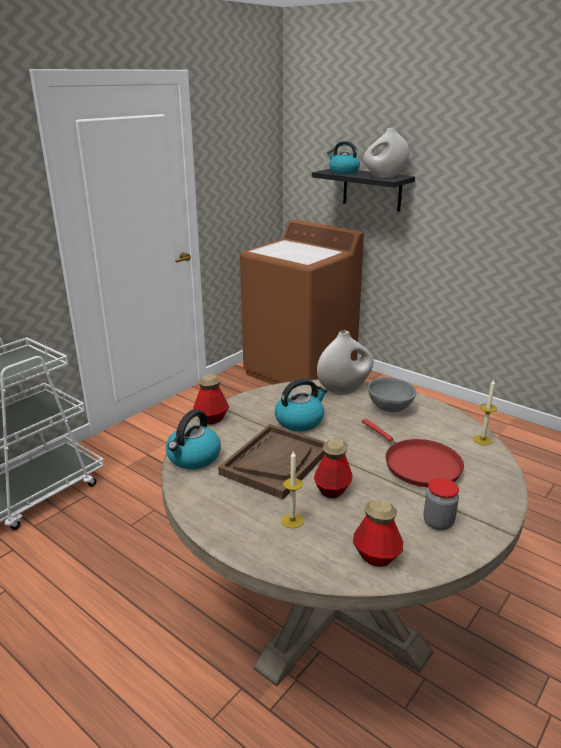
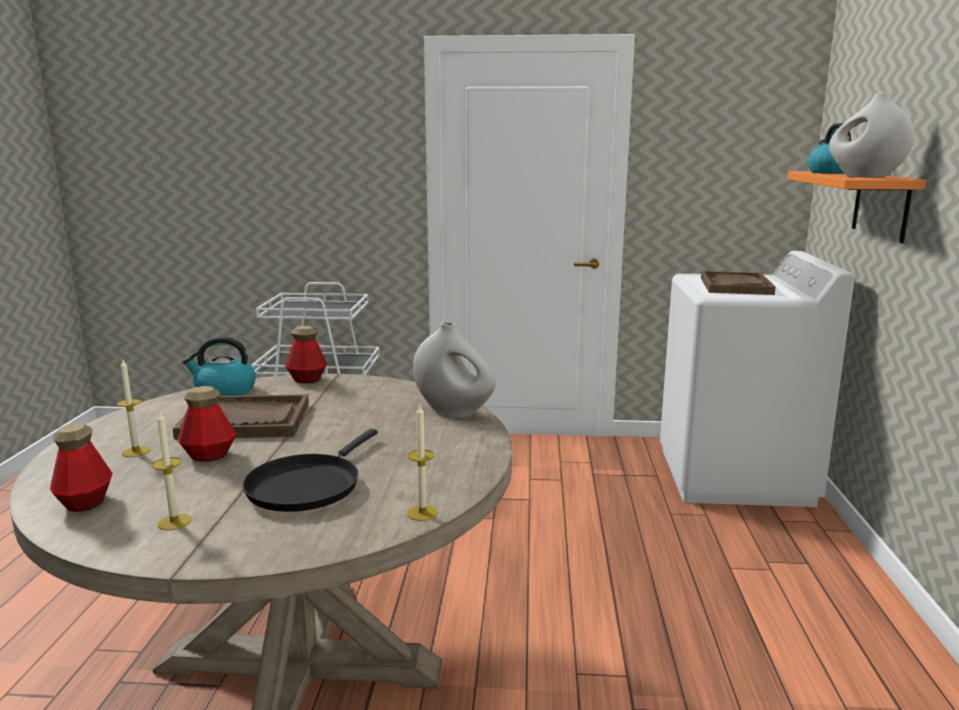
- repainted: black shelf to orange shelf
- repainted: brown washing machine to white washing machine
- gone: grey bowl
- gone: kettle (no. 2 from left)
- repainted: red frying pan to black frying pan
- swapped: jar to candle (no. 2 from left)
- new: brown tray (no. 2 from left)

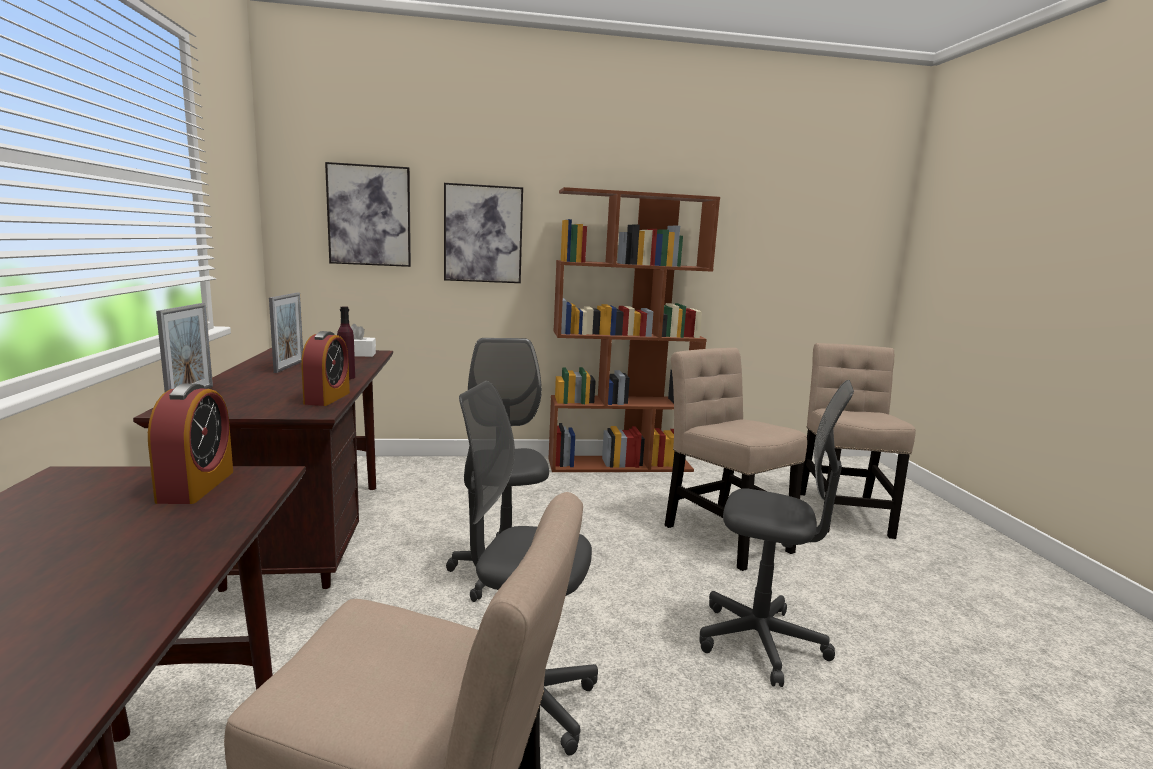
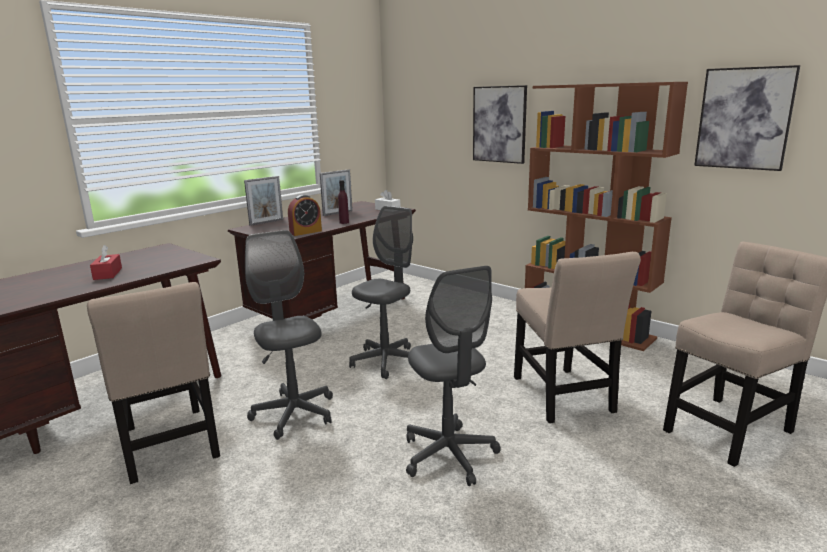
- shifted: picture (no. 1 from left in the first image) to picture (no. 2 from left)
- rotated: beige chair (no. 2 from left) 150 degrees clockwise
- gone: alarm clock (no. 1 from left)
- new: red tissue box

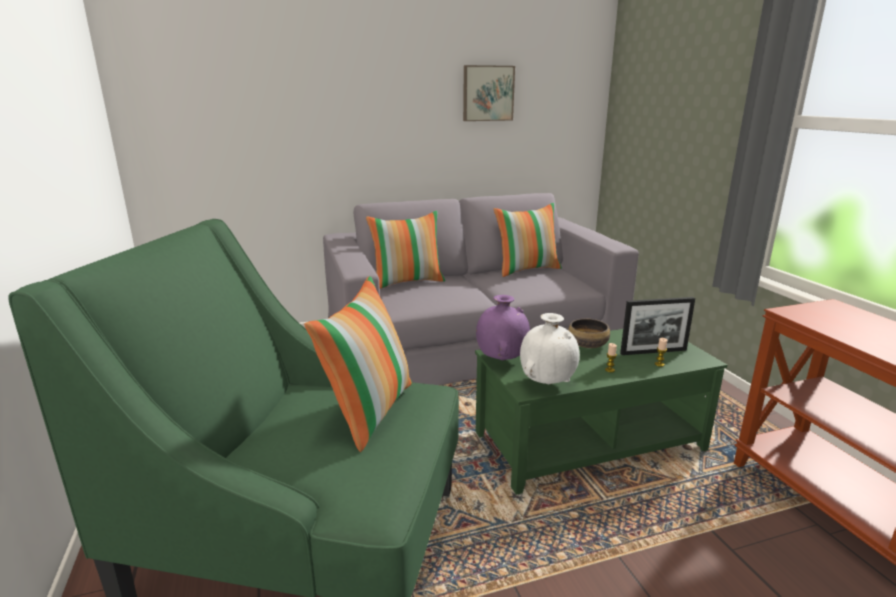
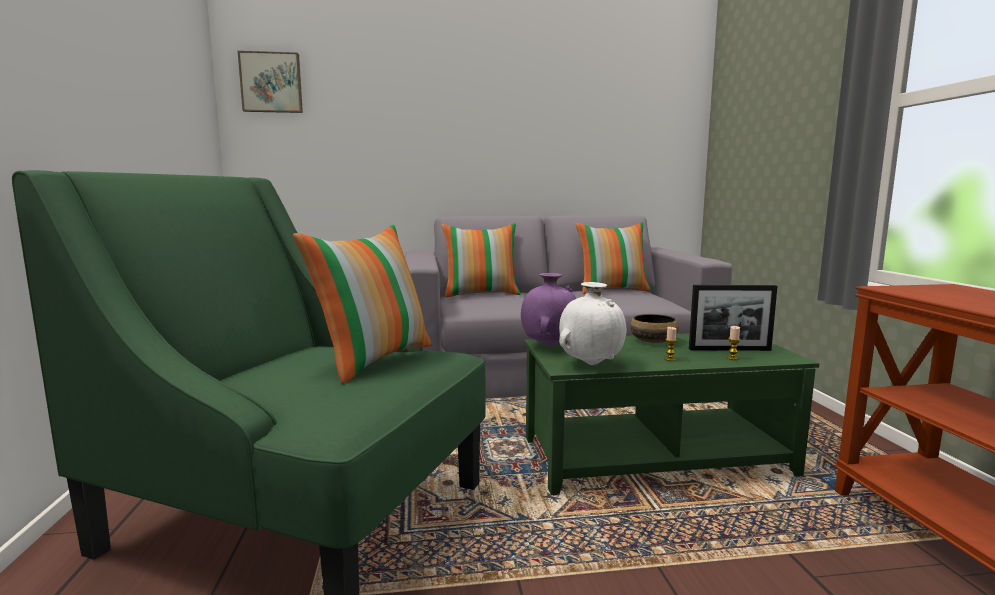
- shifted: picture

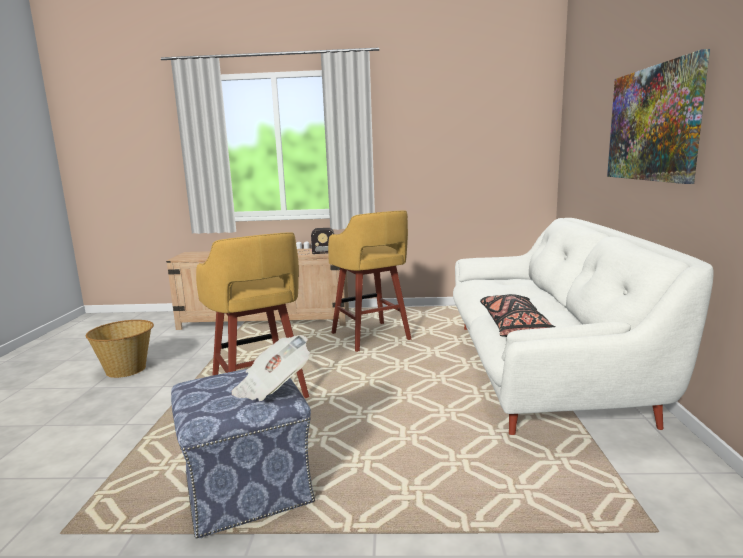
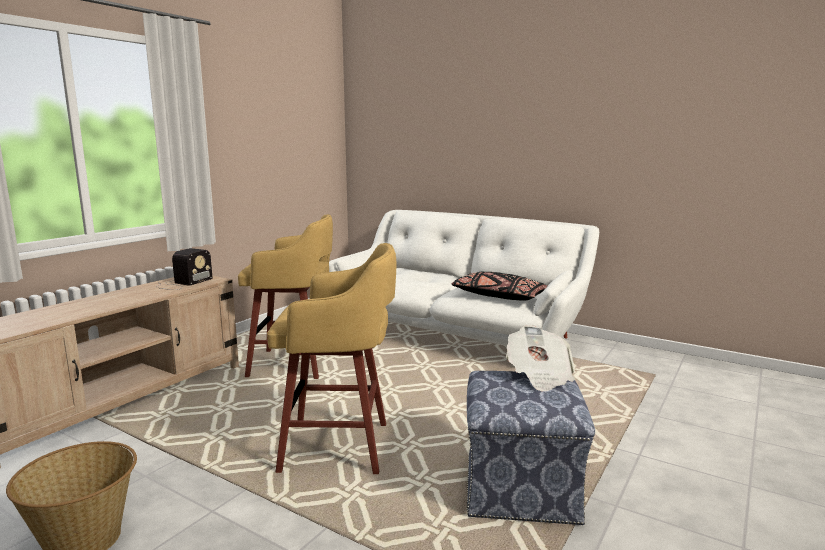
- gone: picture

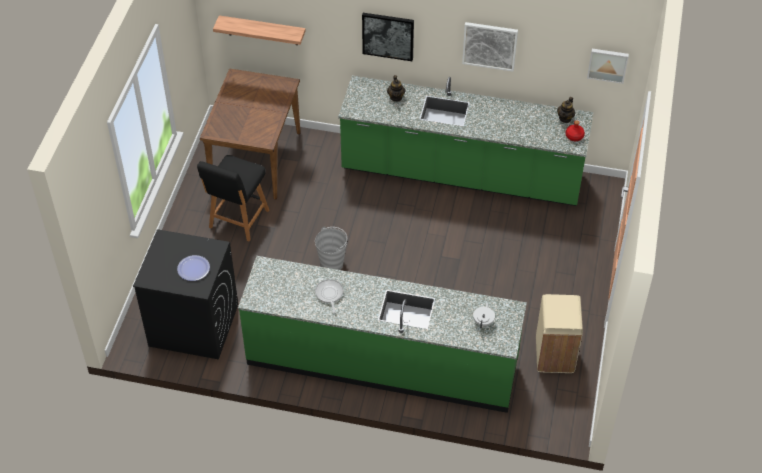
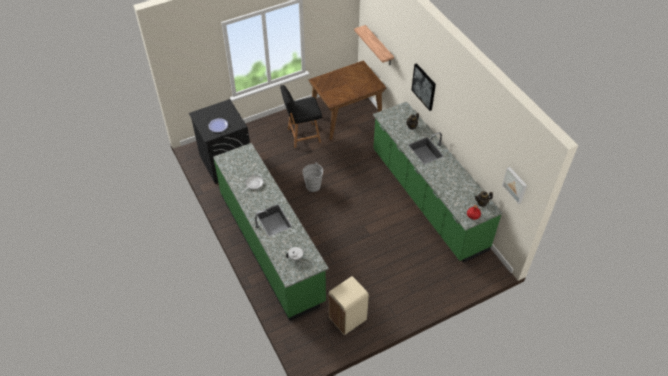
- gone: picture (no. 2 from left)

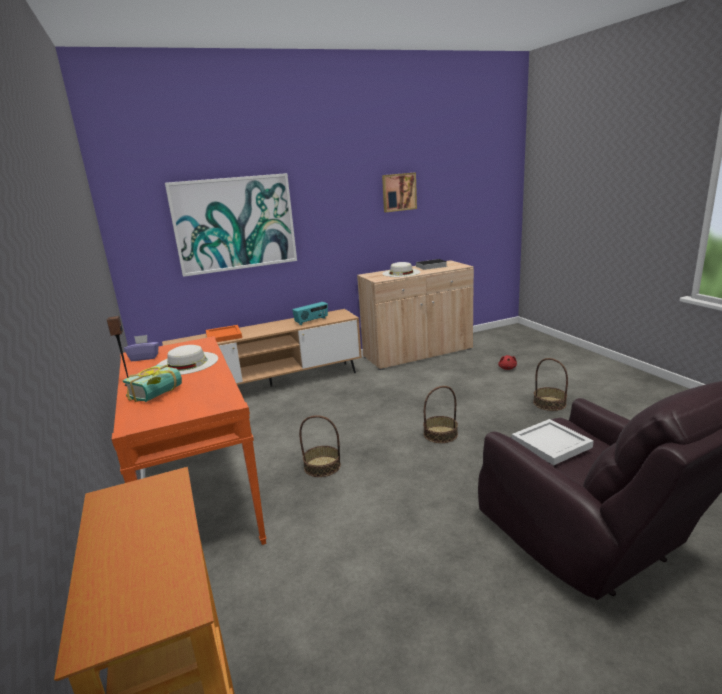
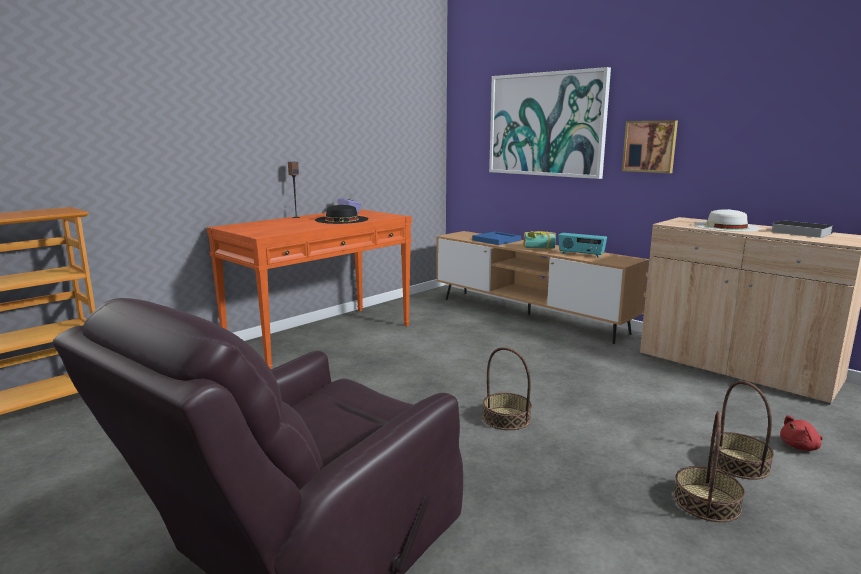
- shifted: picture (no. 2 from left)
- repainted: orange tray to blue tray
- repainted: white hat (no. 1 from left) to black hat
- shifted: book (no. 1 from left)
- shifted: basket (no. 1 from left in the first image) to basket (no. 3 from left)
- gone: white tray

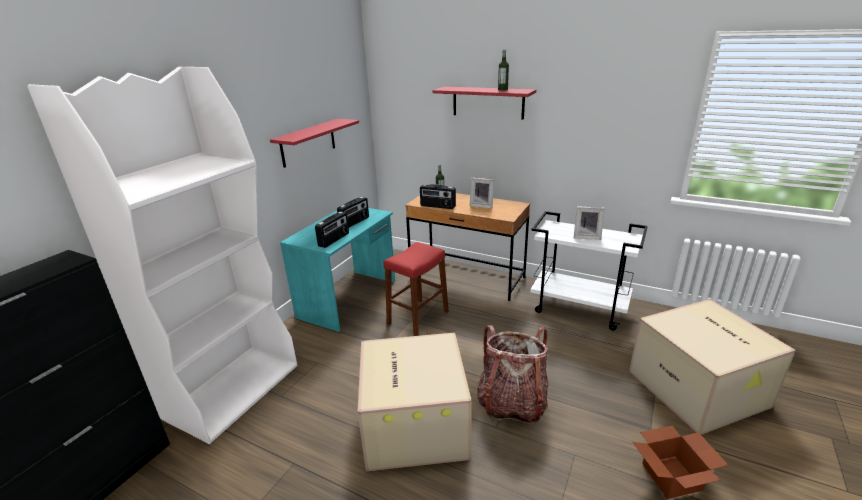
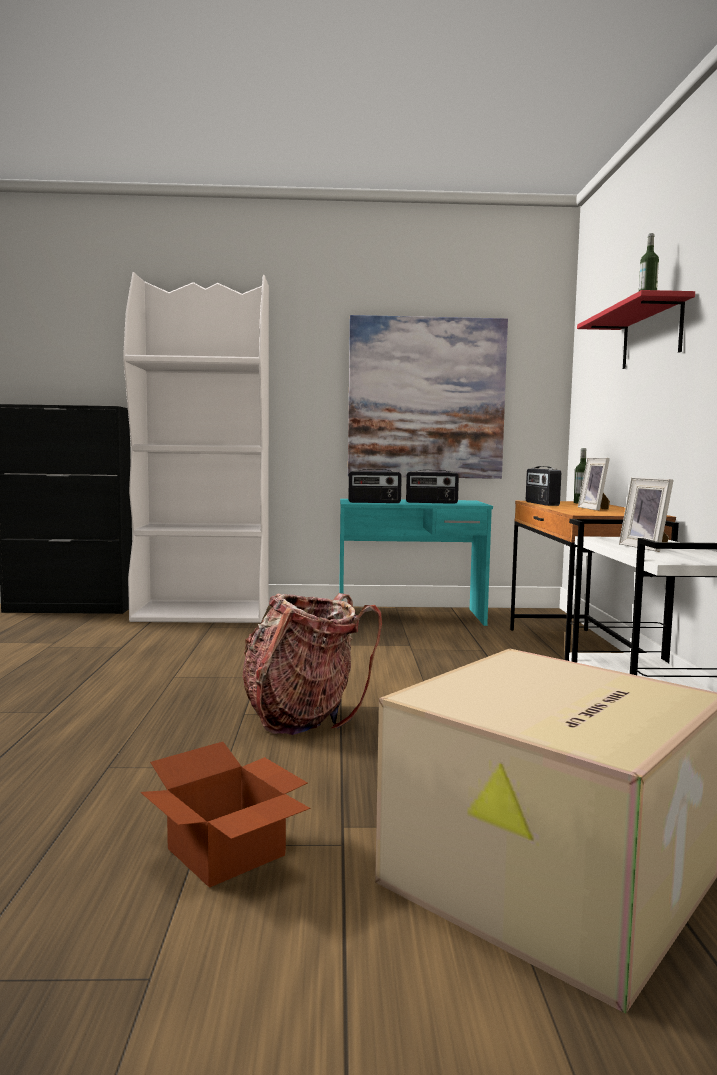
- swapped: red shelf (no. 1 from left) to picture
- gone: red stool
- gone: cardboard box (no. 1 from left)

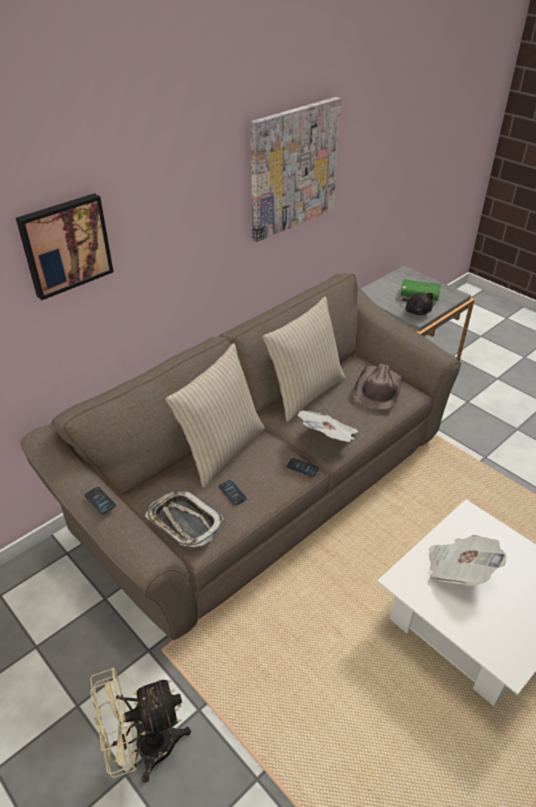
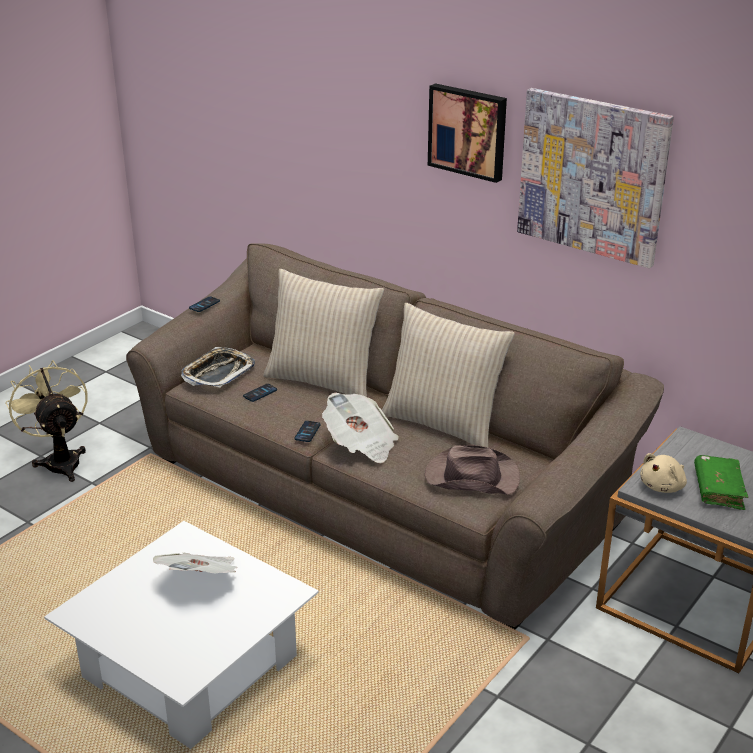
- shifted: picture (no. 1 from left)
- repainted: black plush toy to beige plush toy

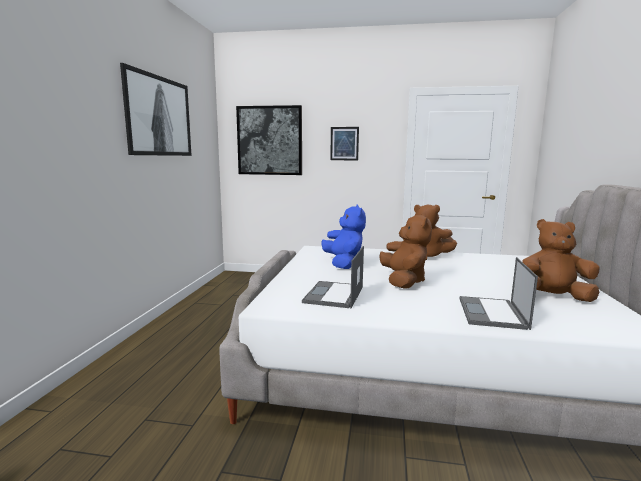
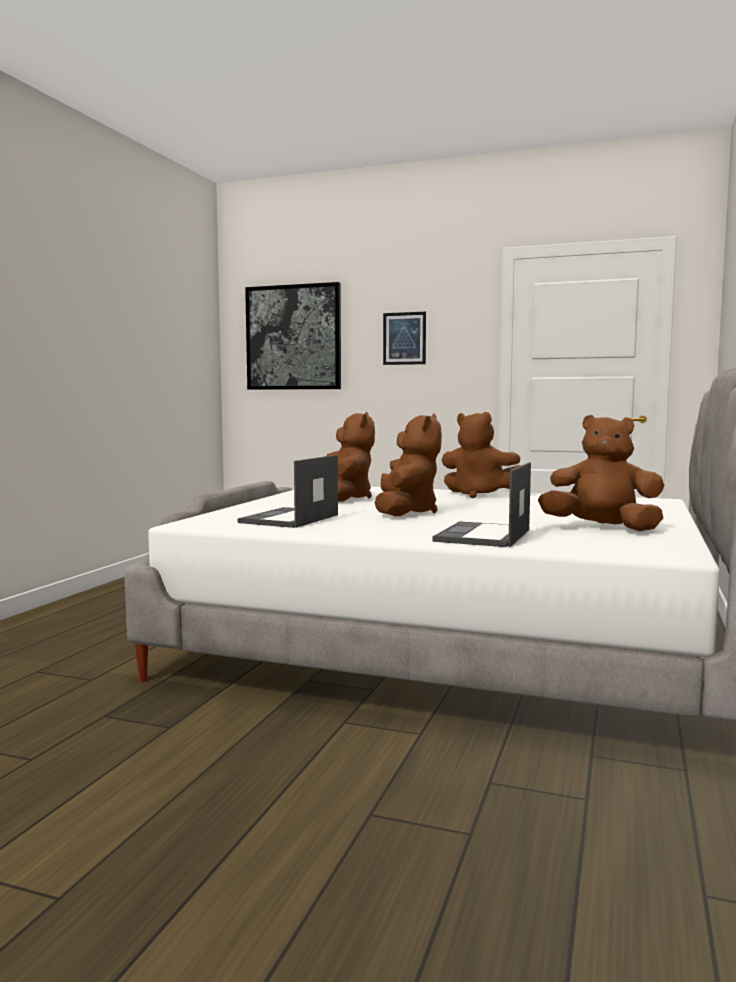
- gone: picture (no. 1 from left)
- repainted: blue plush toy to brown plush toy (no. 1 from left)

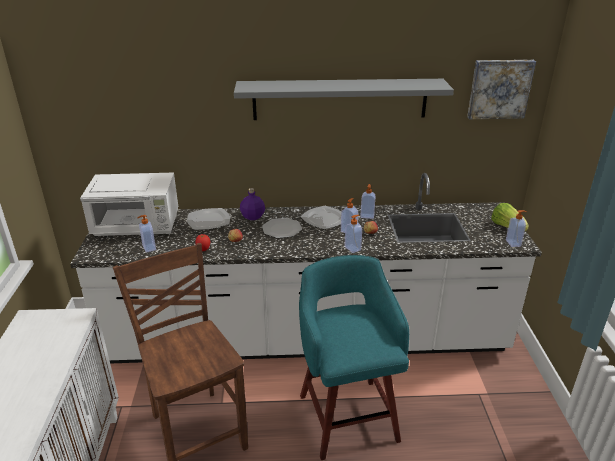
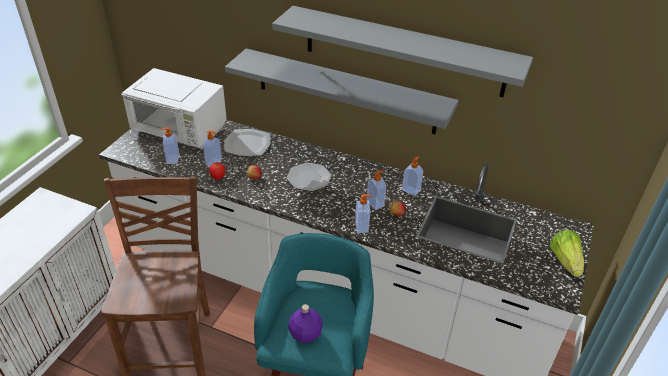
- gone: picture
- shifted: purple bottle
- gone: plate (no. 3 from left)
- shifted: soap dispenser (no. 5 from left in the first image) to soap dispenser (no. 2 from left)
- new: grey shelf (no. 1 from left)

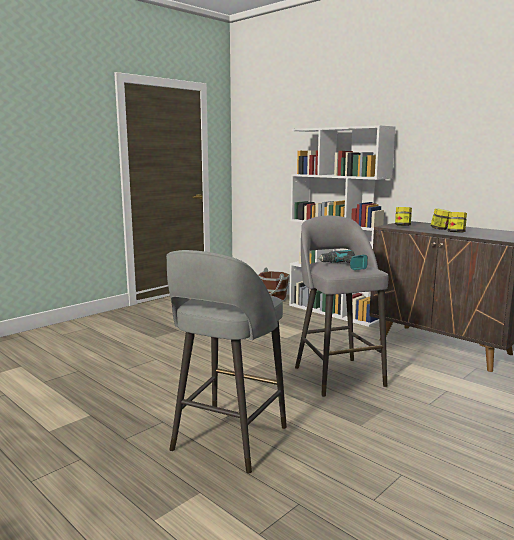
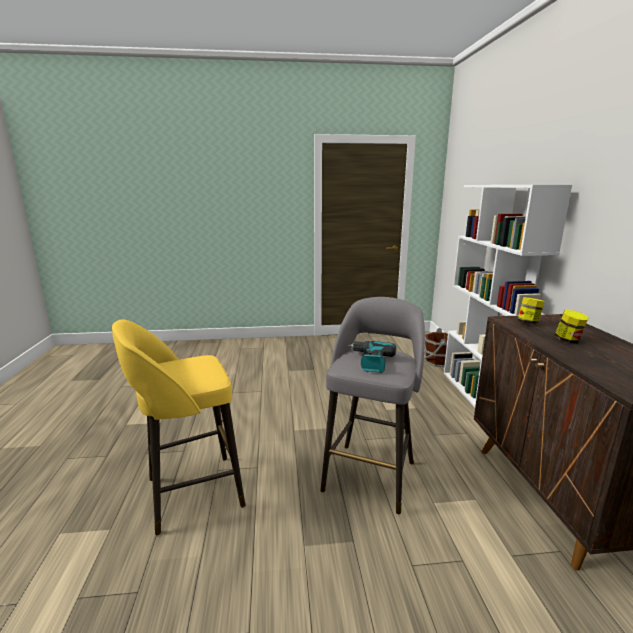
- gone: jar (no. 3 from left)
- repainted: grey stool (no. 1 from left) to yellow stool

